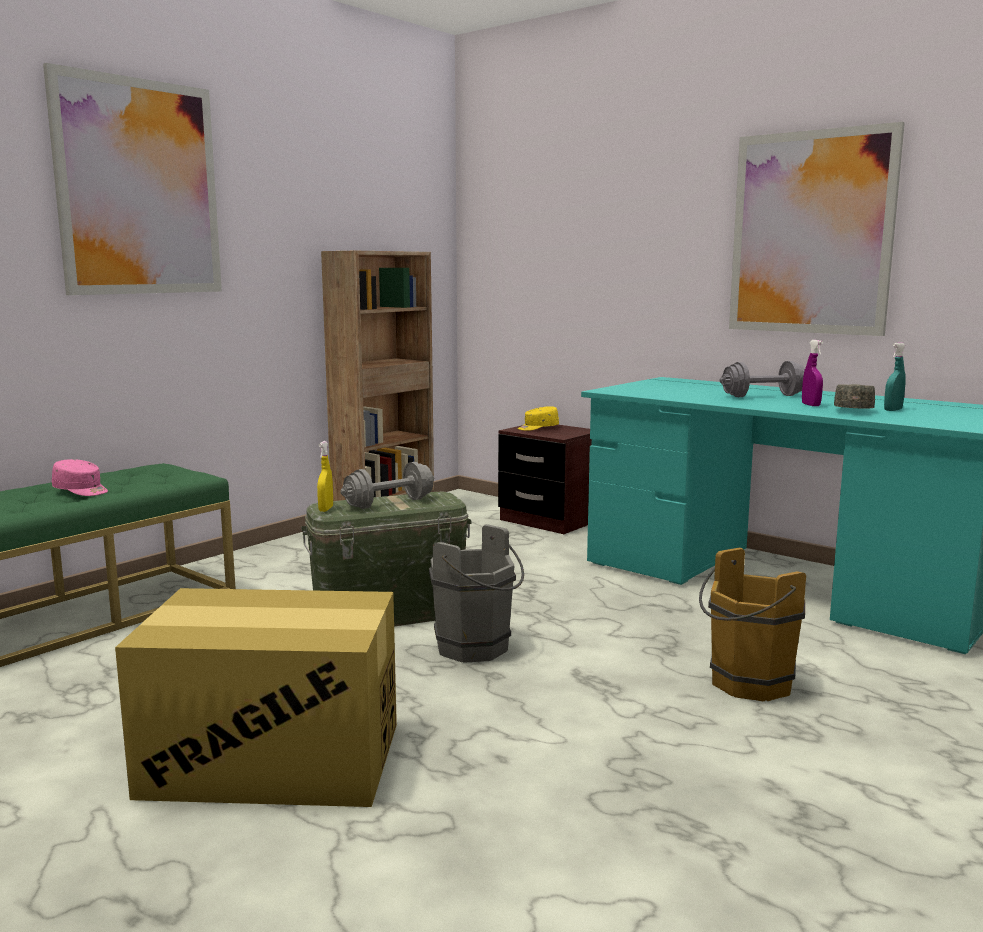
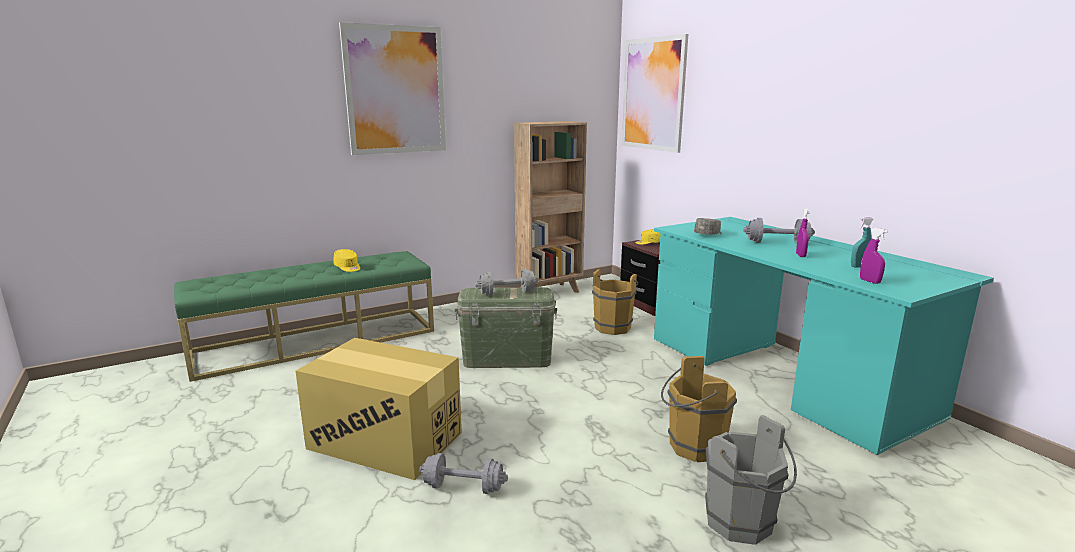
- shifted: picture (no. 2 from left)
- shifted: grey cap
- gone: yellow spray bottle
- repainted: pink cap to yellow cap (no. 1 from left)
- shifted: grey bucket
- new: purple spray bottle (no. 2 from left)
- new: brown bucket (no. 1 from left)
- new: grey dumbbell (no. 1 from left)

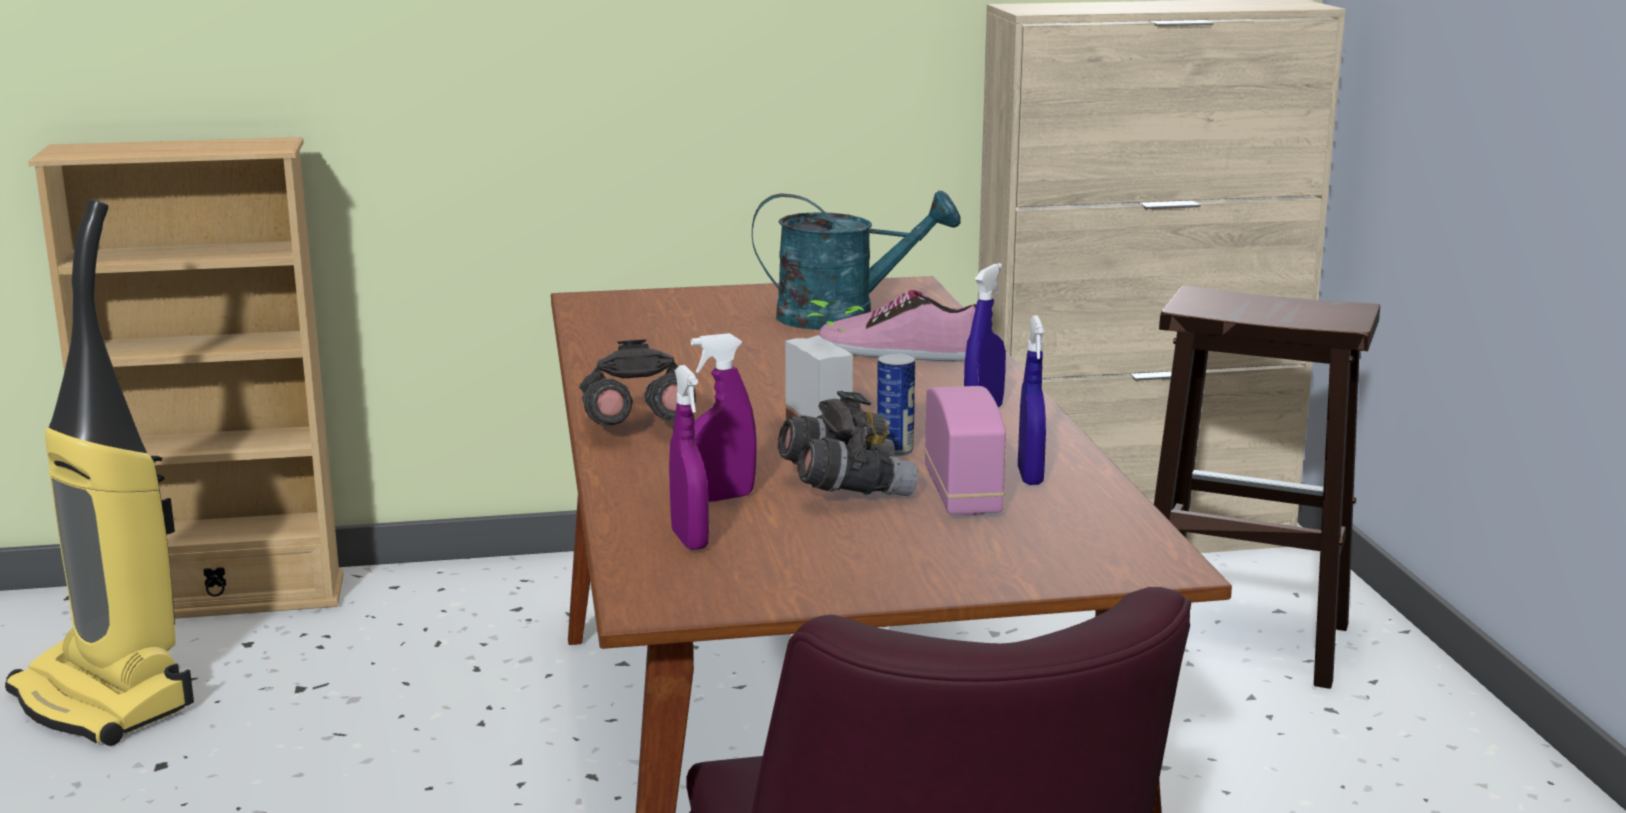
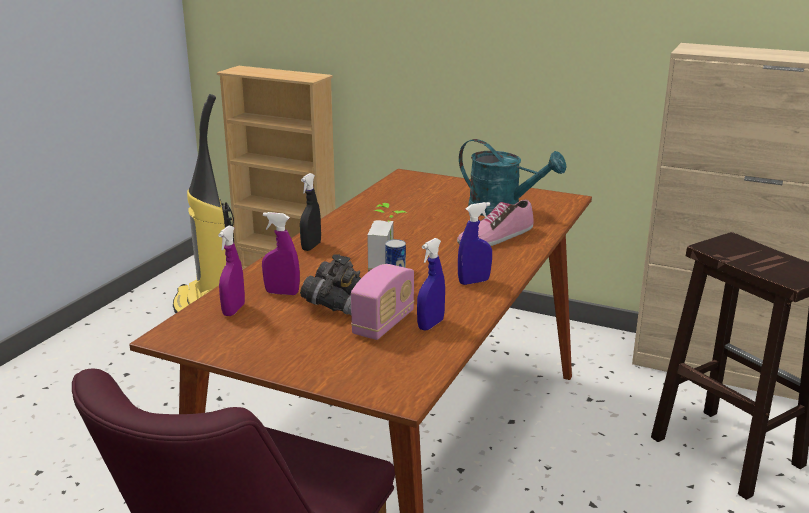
- rotated: shoe 90 degrees counterclockwise
- swapped: grey binoculars (no. 1 from left) to black spray bottle

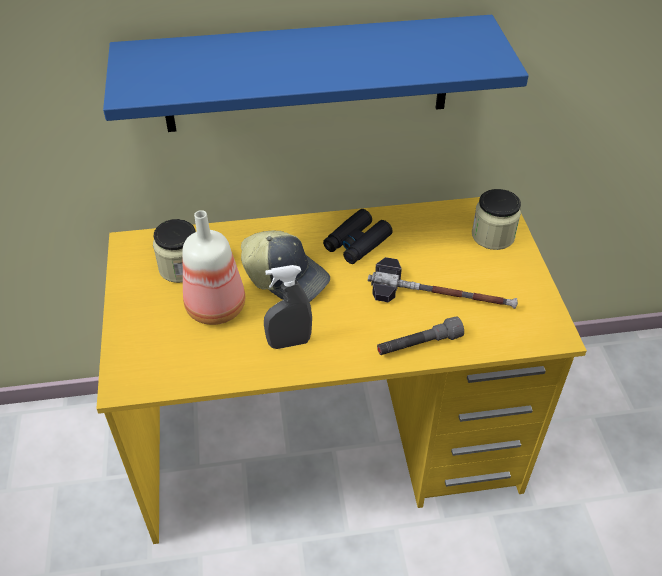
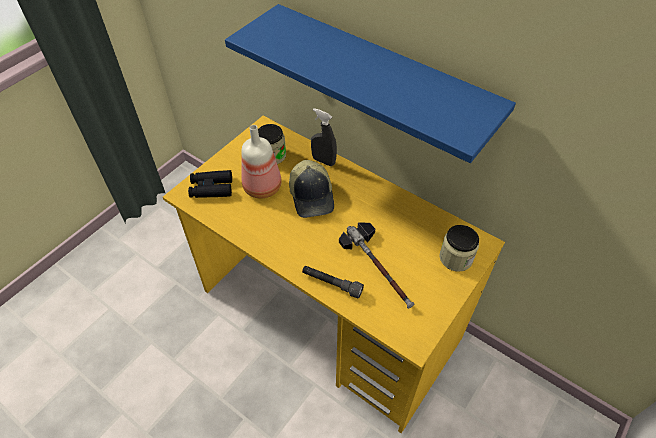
- shifted: black binoculars
- shifted: grey spray bottle

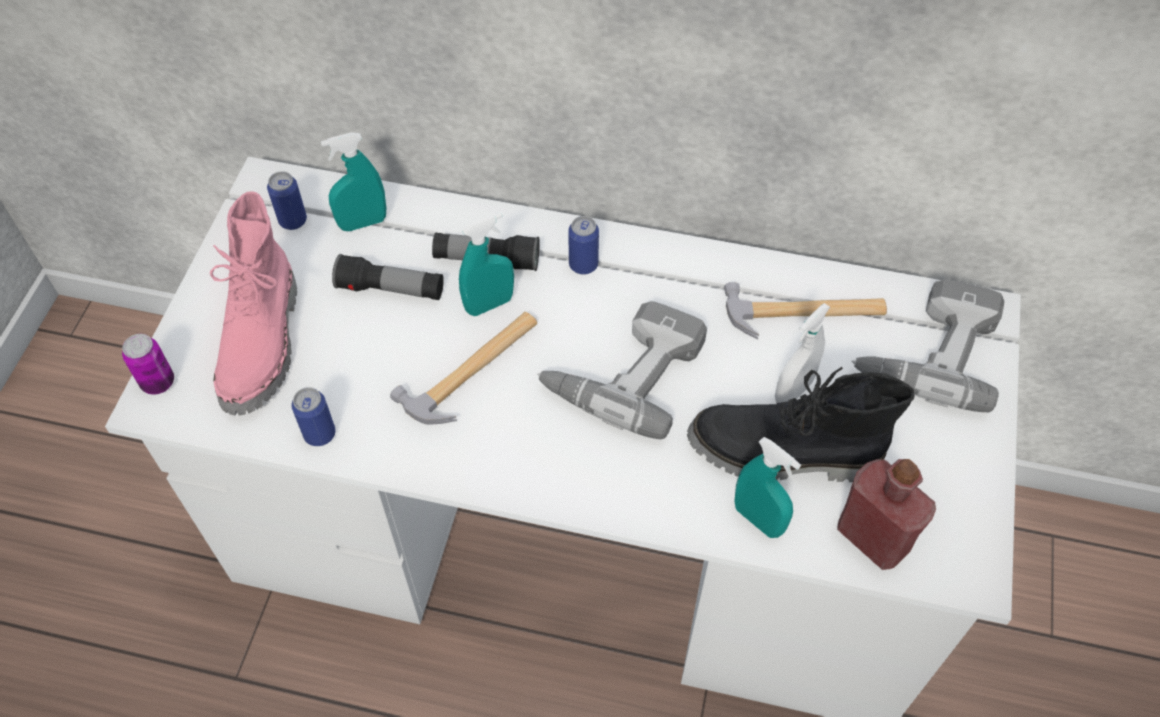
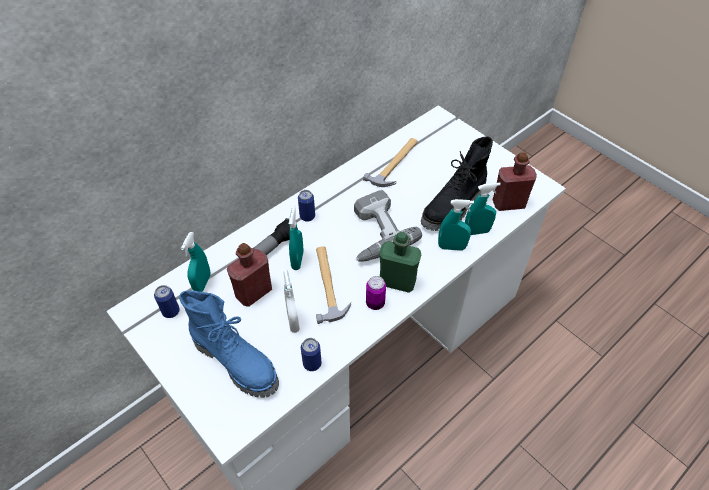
- repainted: pink boot to blue boot
- swapped: flashlight (no. 1 from left) to red bottle (no. 1 from left)
- gone: power drill (no. 2 from left)
- shifted: white spray bottle
- shifted: can (no. 1 from left in the first image) to can (no. 4 from left)
- new: turquoise spray bottle (no. 3 from left)
- new: green bottle

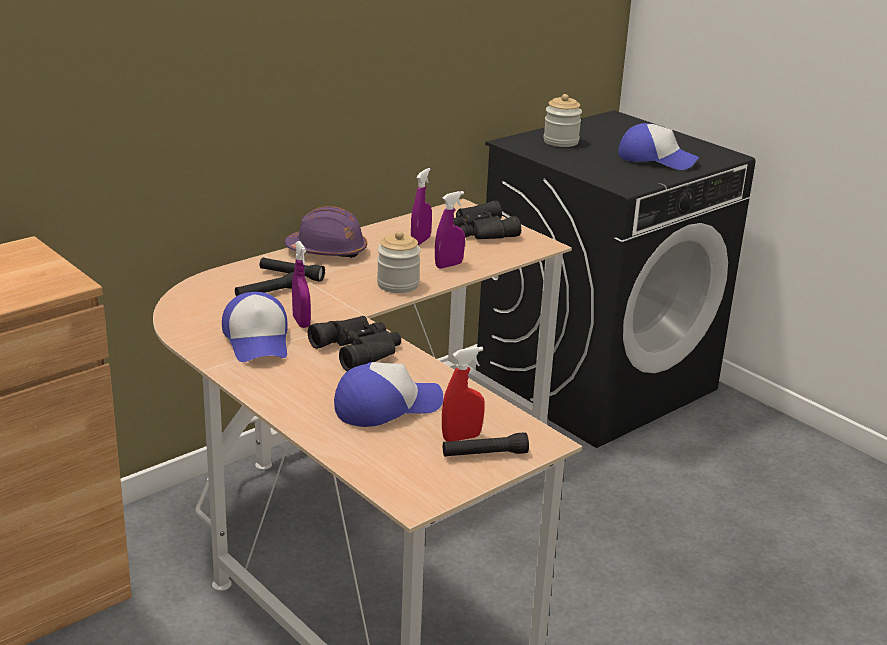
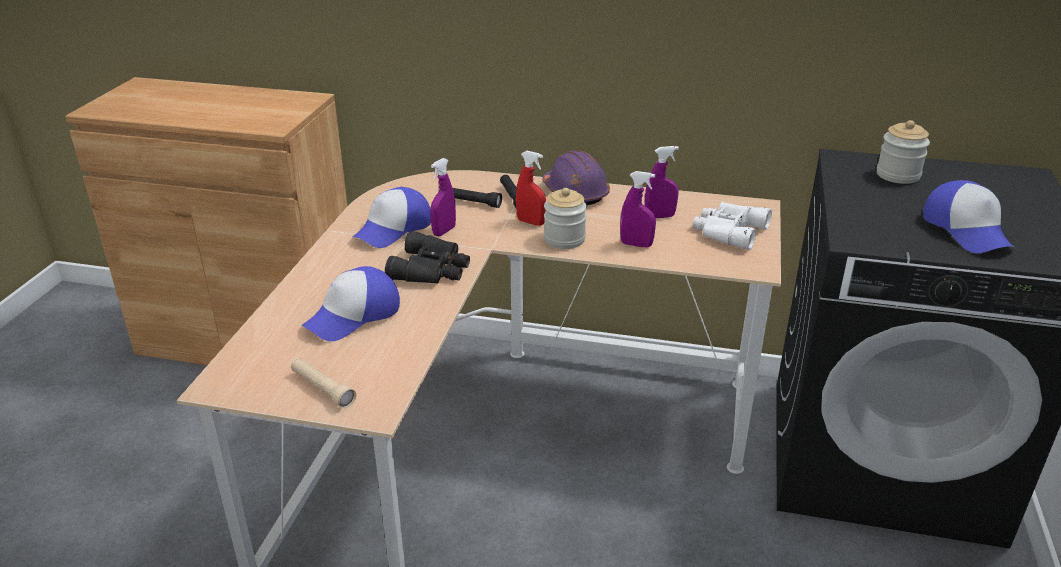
- repainted: black binoculars (no. 2 from left) to white binoculars
- shifted: red spray bottle
- rotated: cap (no. 2 from left in the first image) 105 degrees clockwise
- repainted: black flashlight (no. 3 from left) to beige flashlight

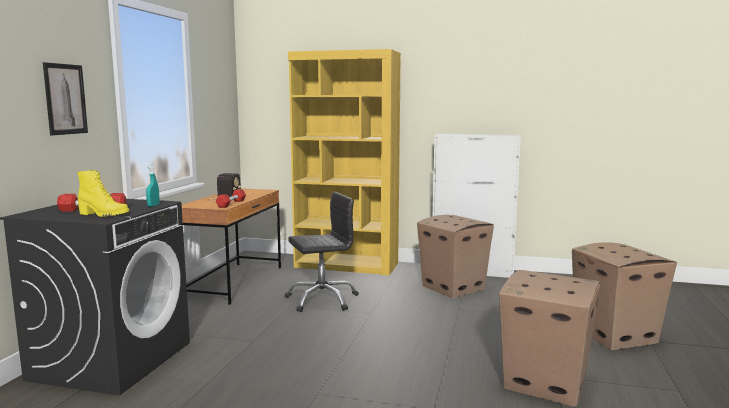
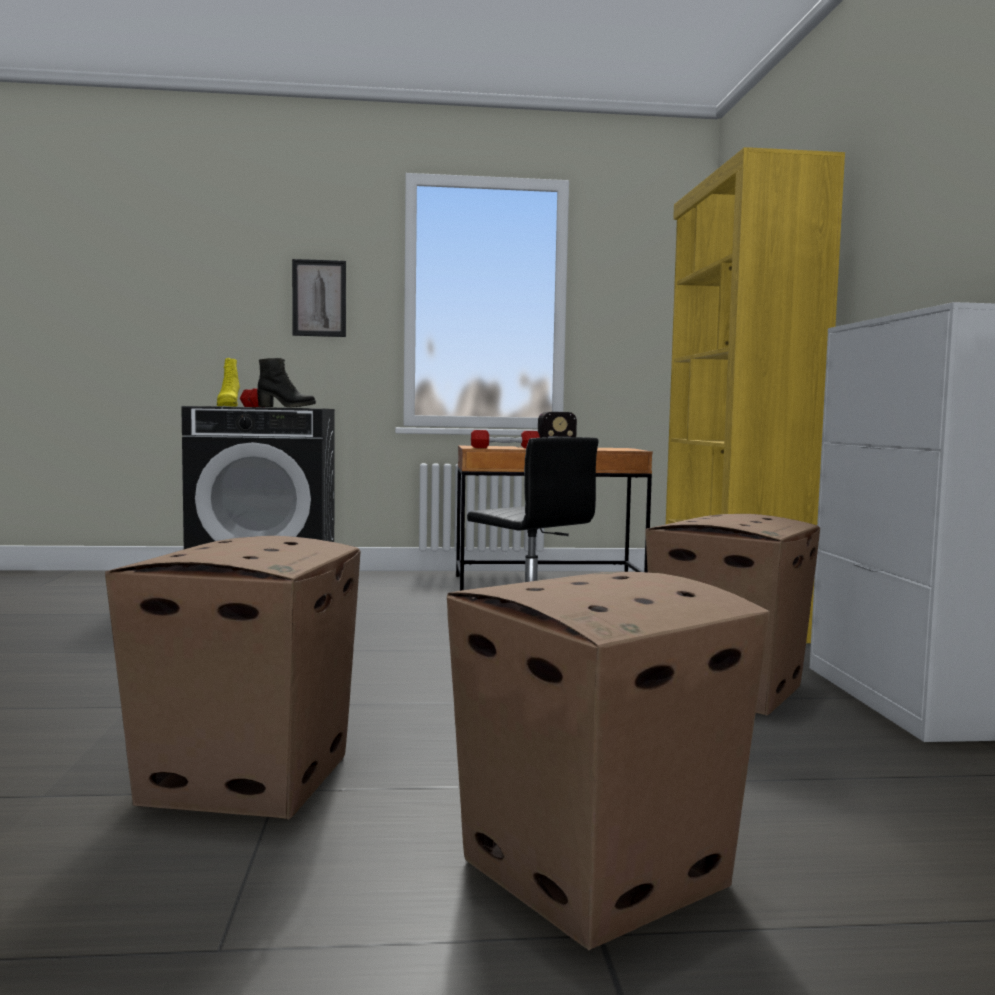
- swapped: turquoise spray bottle to black boot

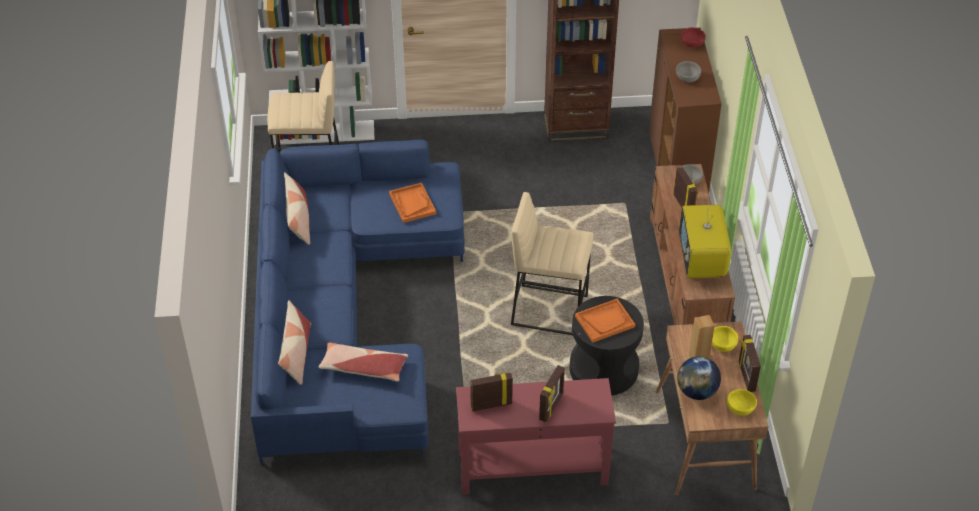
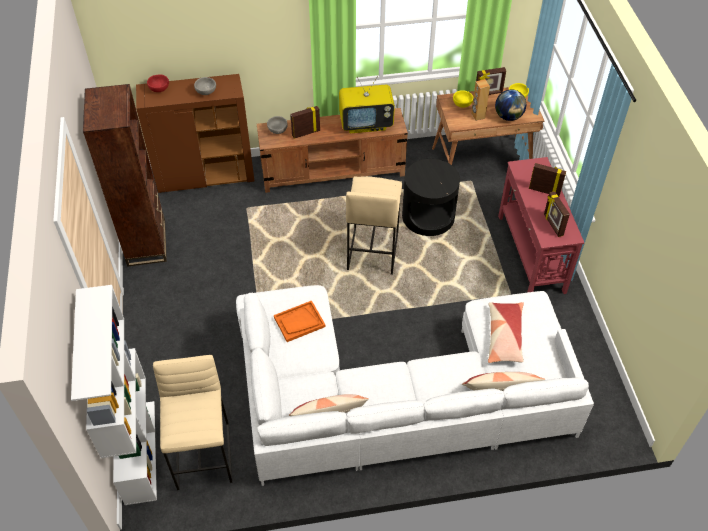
- repainted: blue sofa to white sofa
- gone: orange tray (no. 2 from left)

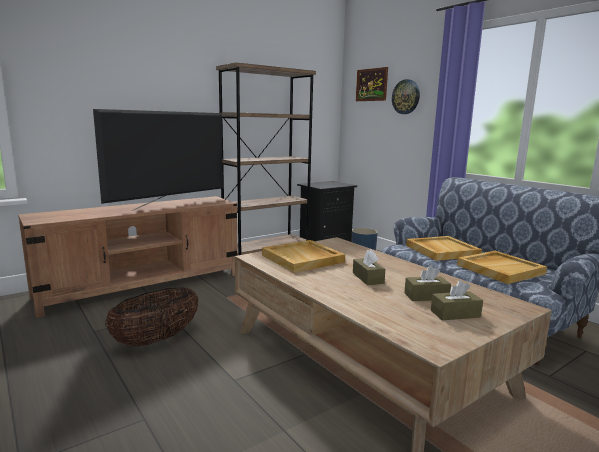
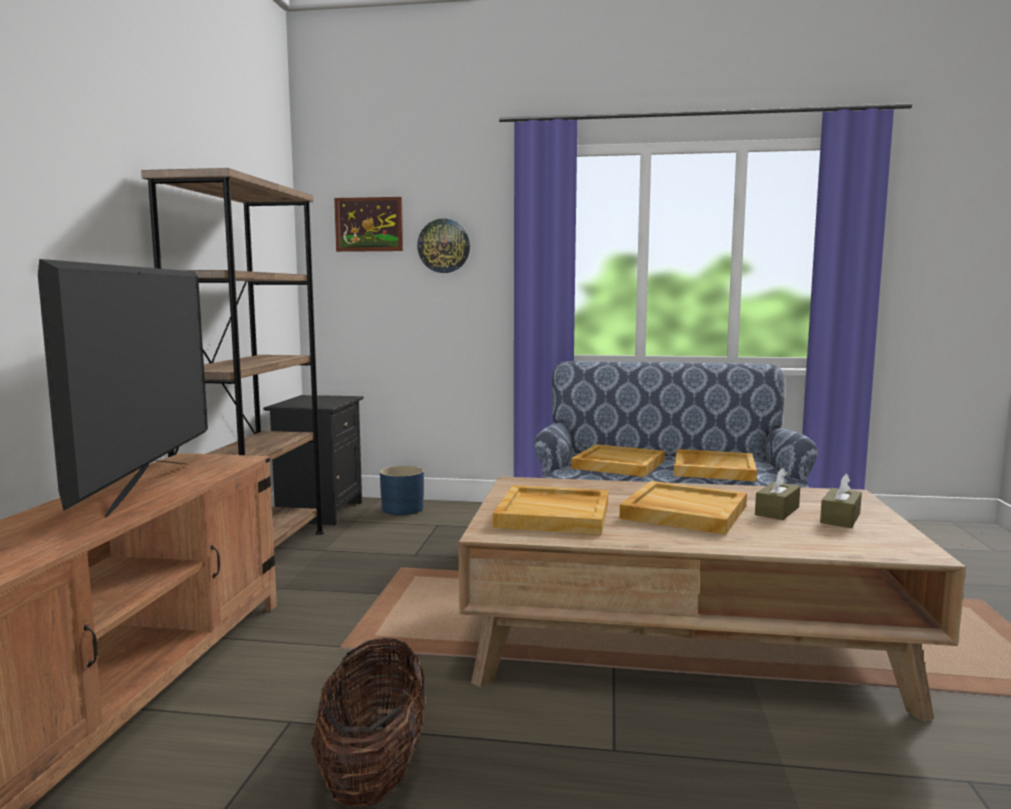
- swapped: brown tissue box (no. 1 from left) to beige tray (no. 3 from left)

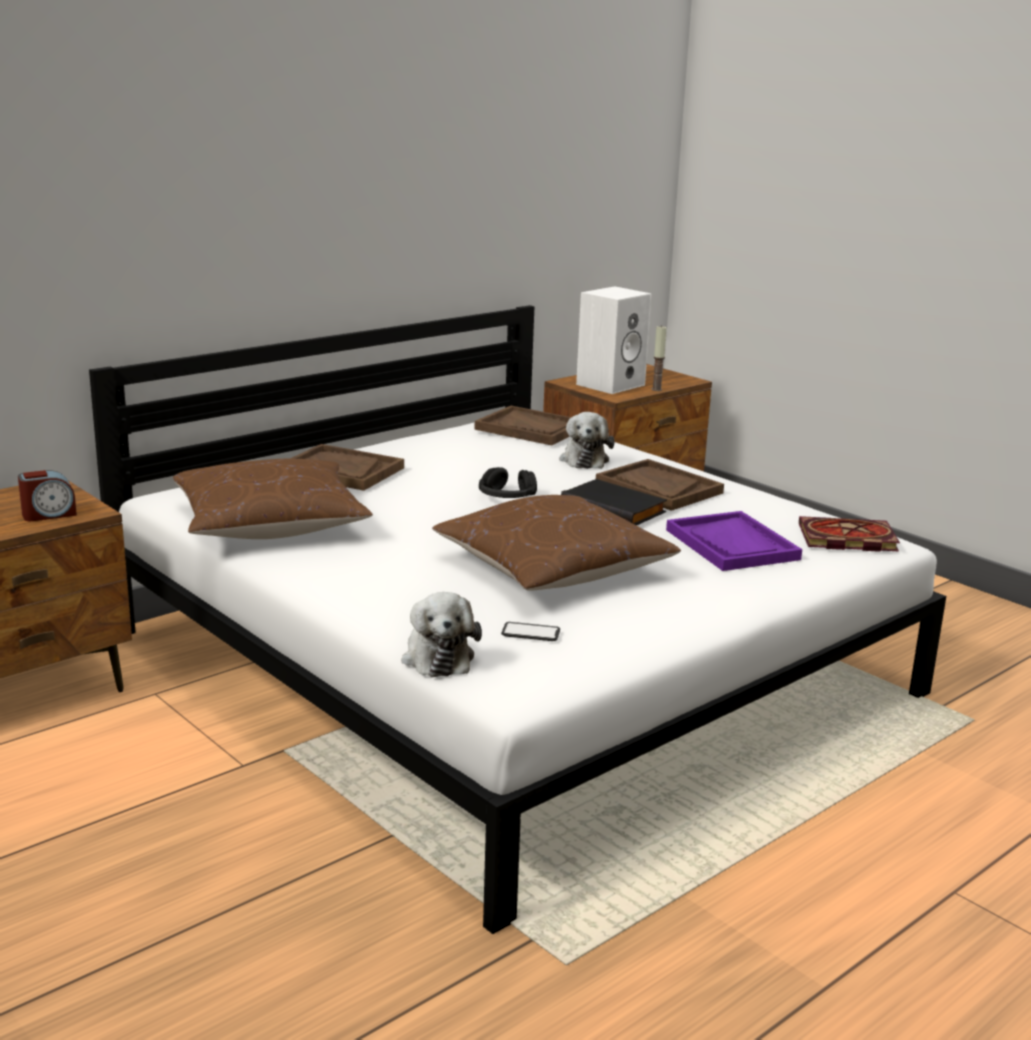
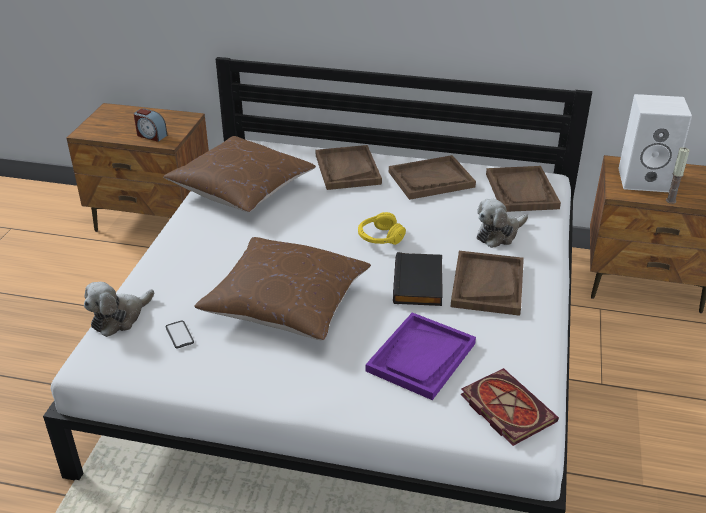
- repainted: black headphones to yellow headphones
- new: brown tray (no. 2 from left)

